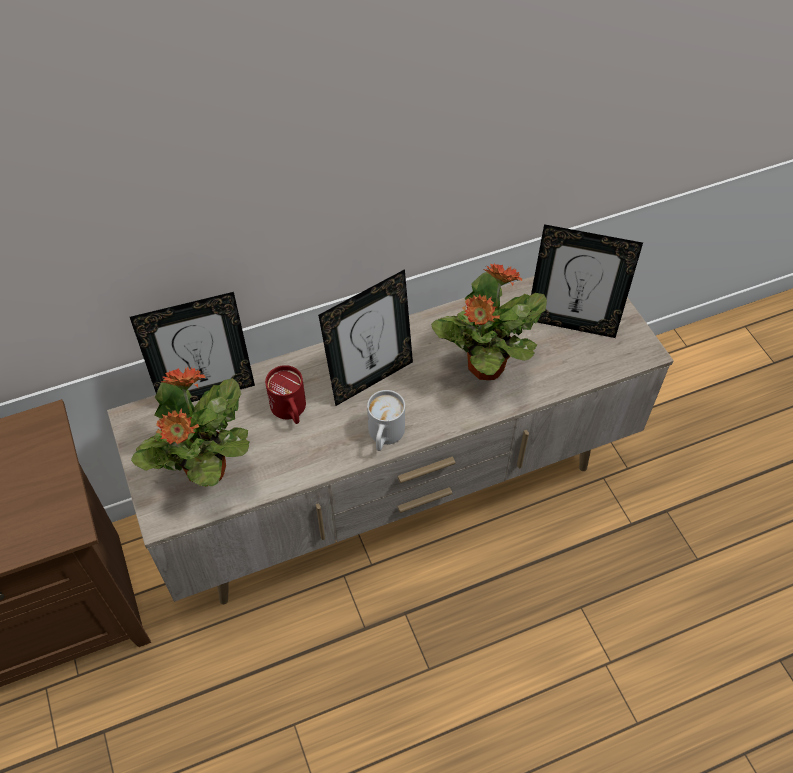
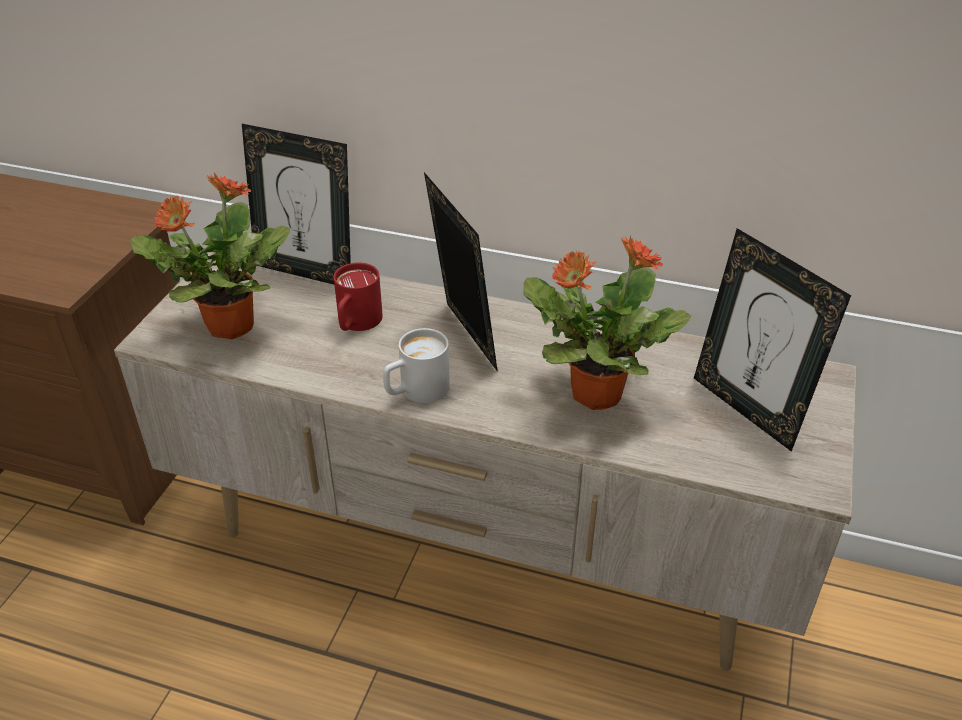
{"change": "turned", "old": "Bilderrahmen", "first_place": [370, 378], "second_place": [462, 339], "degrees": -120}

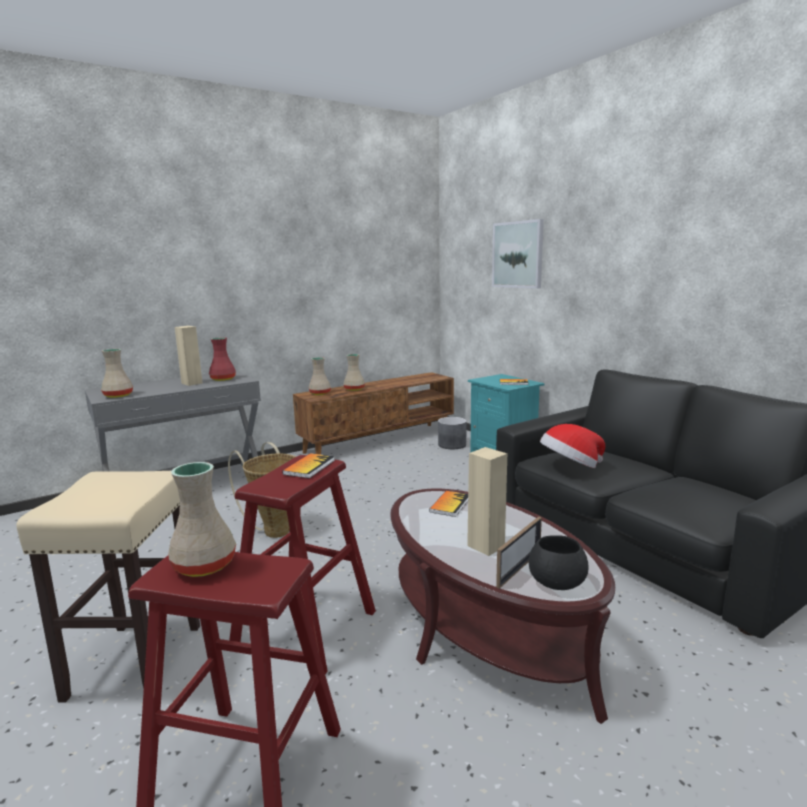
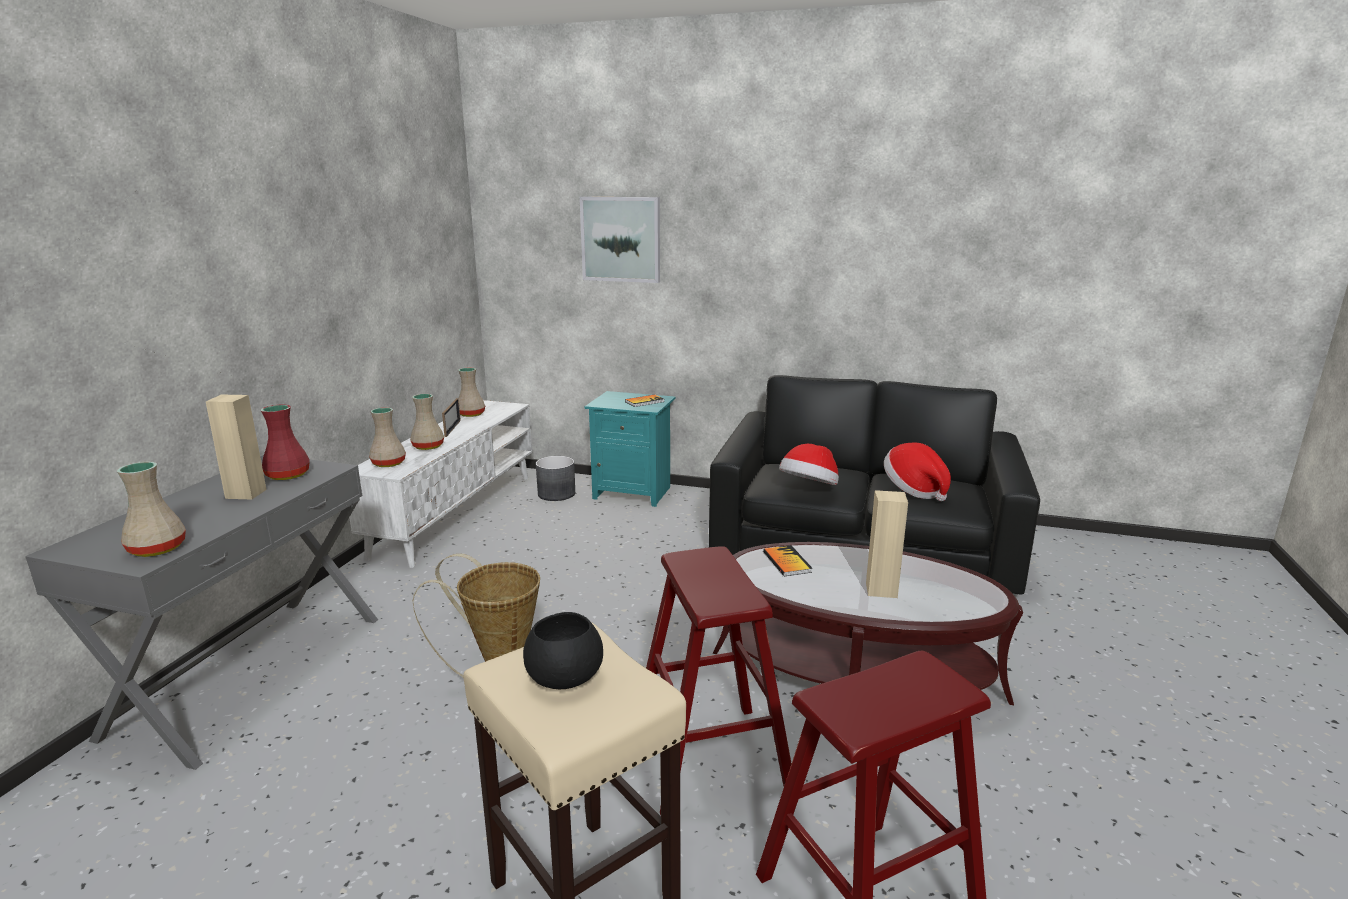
{"change": "recoloured", "old": "Fernsehschrank/braun", "new": "Fernsehschrank/weiß", "first_place": [379, 442], "second_place": [456, 513]}
{"change": "removed", "old": "Buch", "first_place": [309, 467]}
{"change": "moved", "old": "Vase/beige", "first_place": [205, 564], "second_place": [470, 414]}
{"change": "moved", "old": "Bilderrahmen", "first_place": [519, 568], "second_place": [452, 428]}
{"change": "moved", "old": "Schüssel/schwarz", "first_place": [555, 581], "second_place": [563, 677]}
{"change": "added", "new": "Hut", "second_place": [914, 490]}

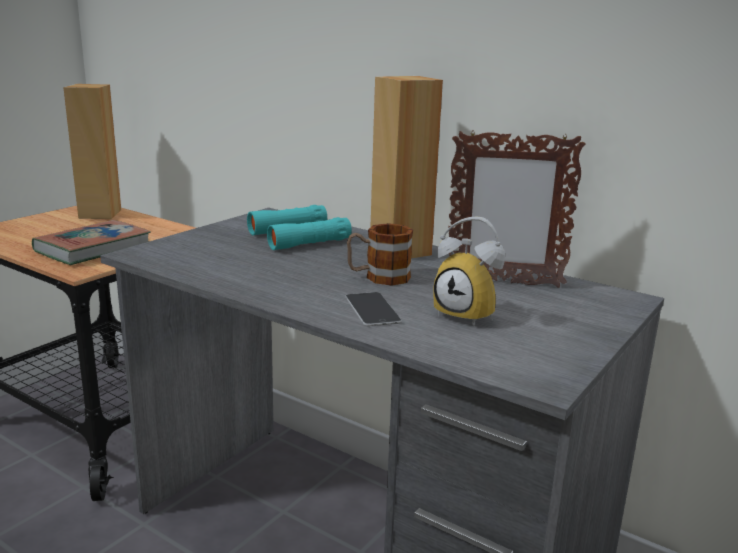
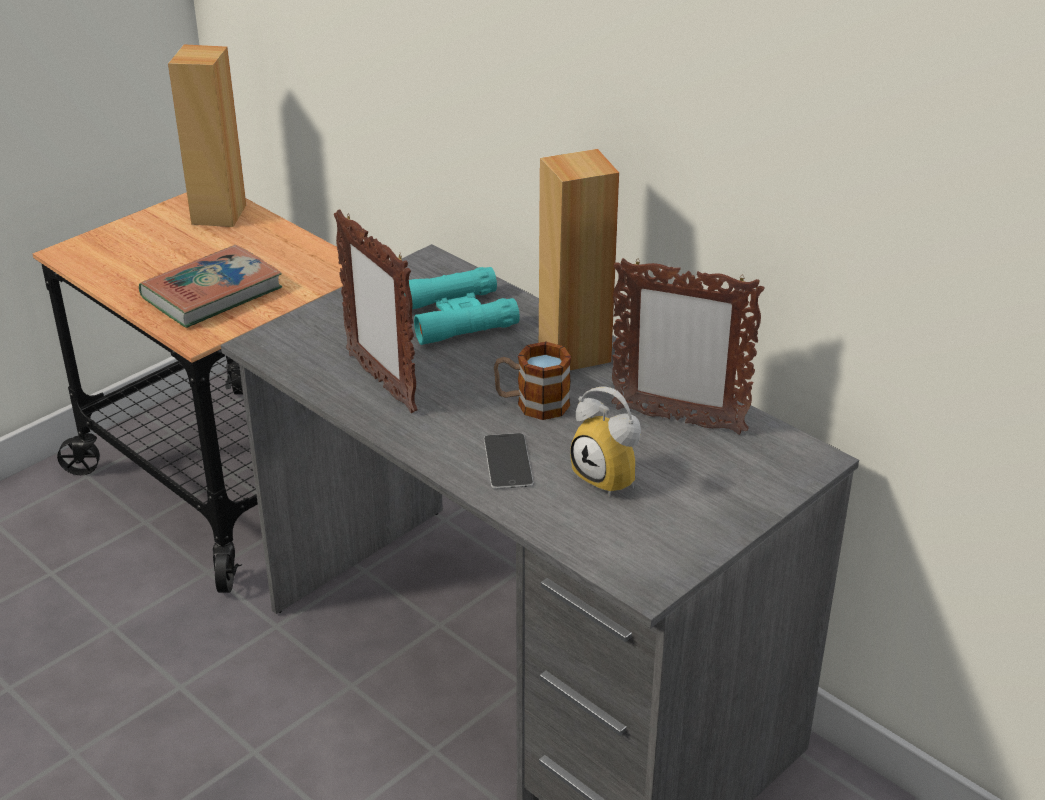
{"change": "added", "new": "Bilderrahmen", "second_place": [381, 382]}

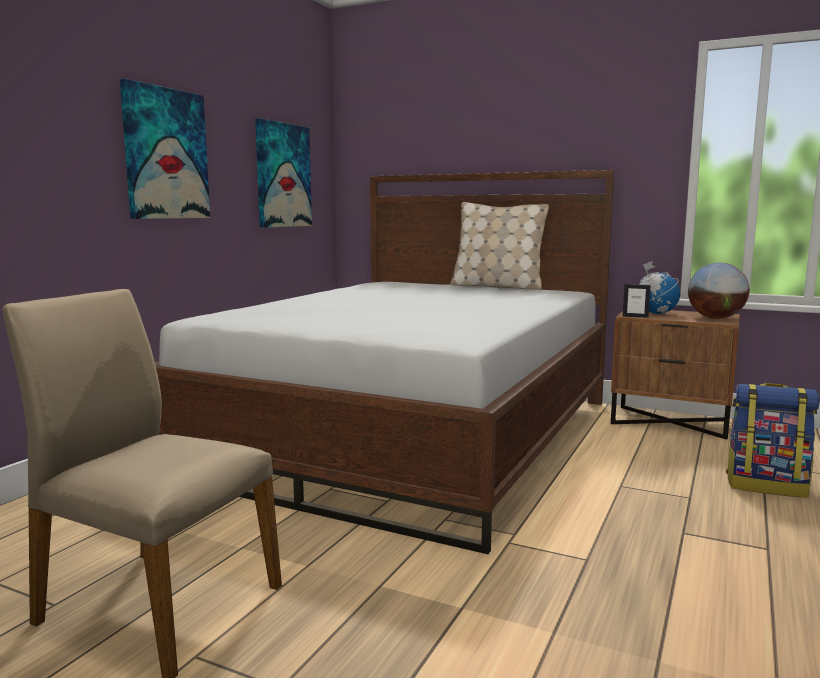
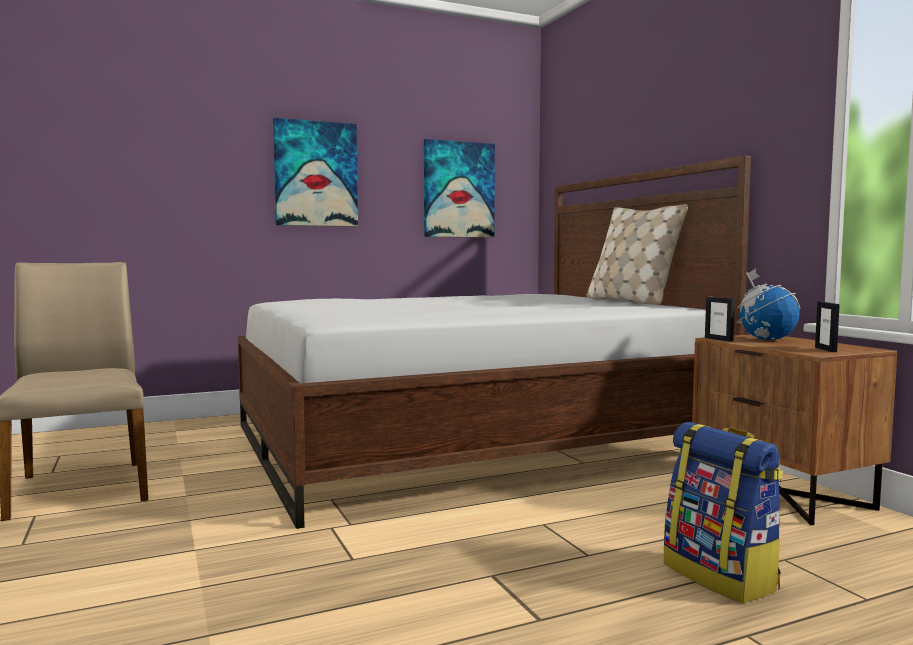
{"change": "replaced", "old": "Globus", "new": "Bilderrahmen", "first_place": [715, 318], "second_place": [826, 349]}

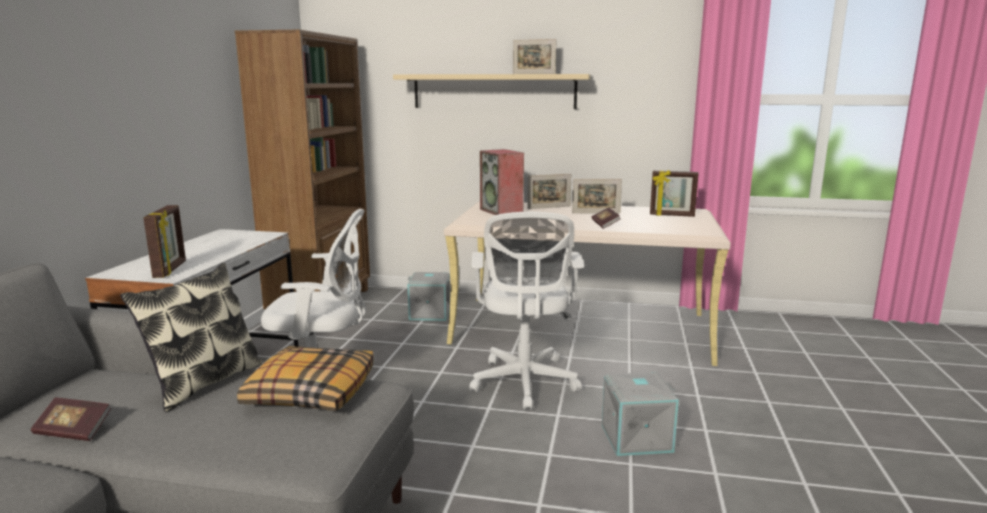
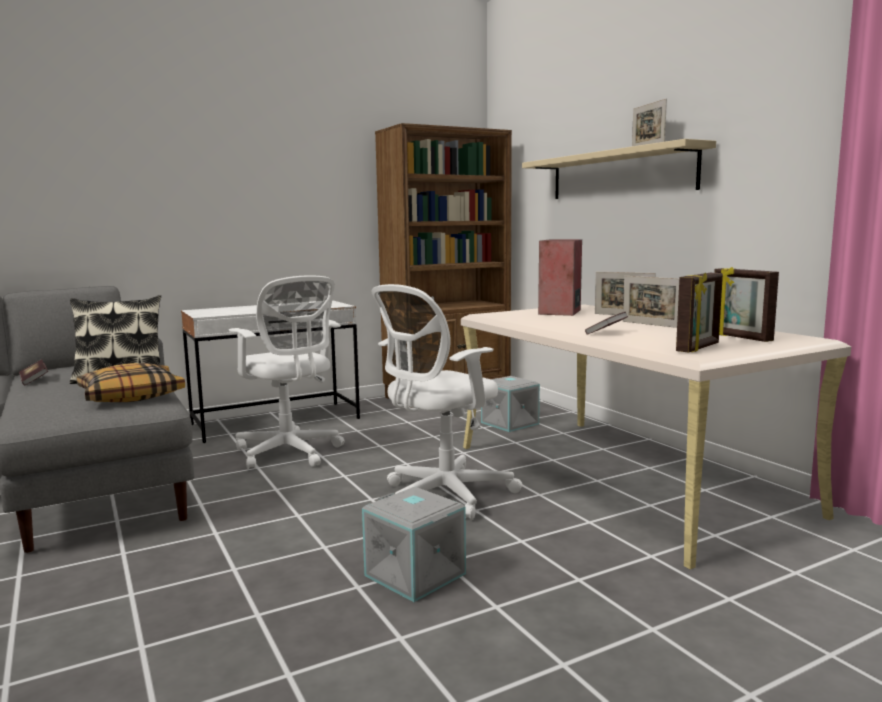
{"change": "moved", "old": "Bilderrahmen", "first_place": [171, 270], "second_place": [699, 348]}

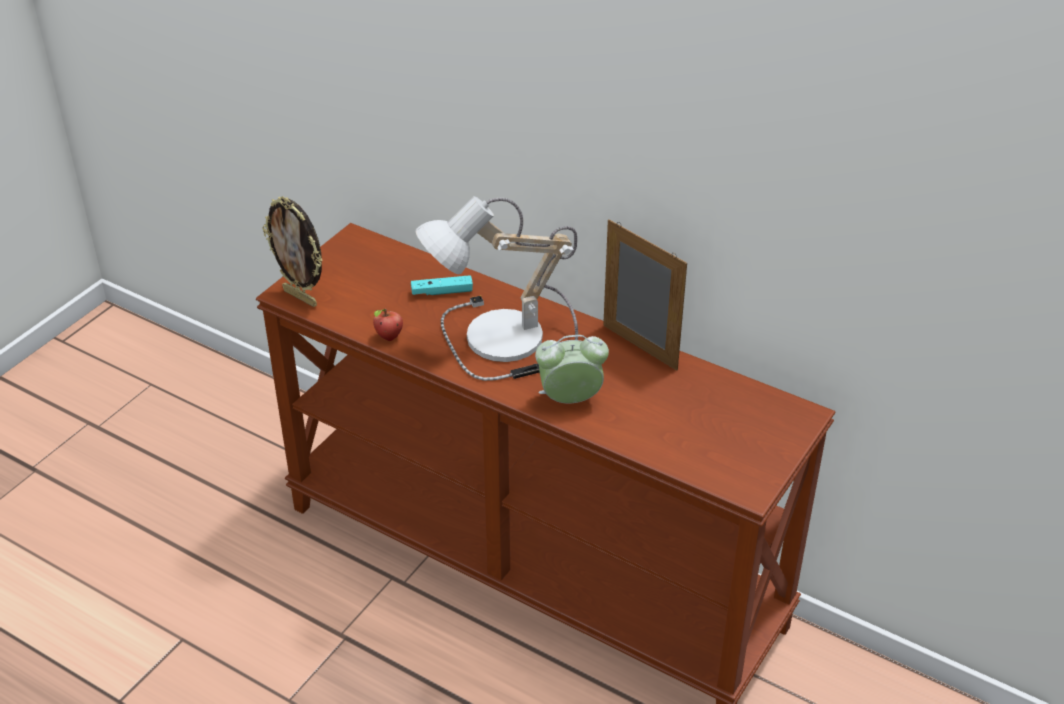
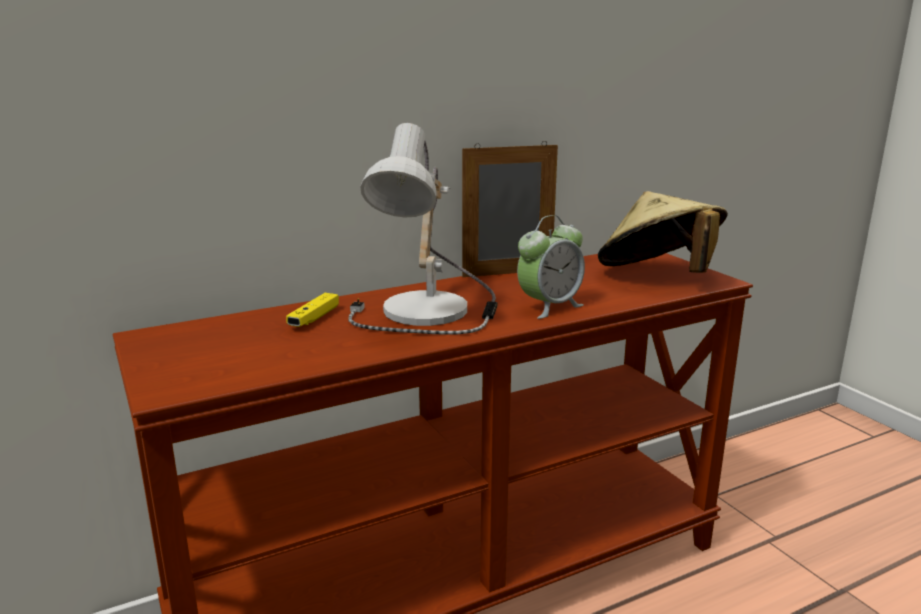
{"change": "removed", "old": "Bilderrahmen", "first_place": [301, 297]}
{"change": "recoloured", "old": "Gamepad/türkis", "new": "Gamepad/gelb", "first_place": [442, 292], "second_place": [314, 318]}
{"change": "removed", "old": "Apfel", "first_place": [389, 338]}
{"change": "turned", "old": "Wecker", "first_place": [570, 400], "second_place": [549, 307], "degrees": -150}
{"change": "added", "new": "Hut/beige", "second_place": [658, 277]}

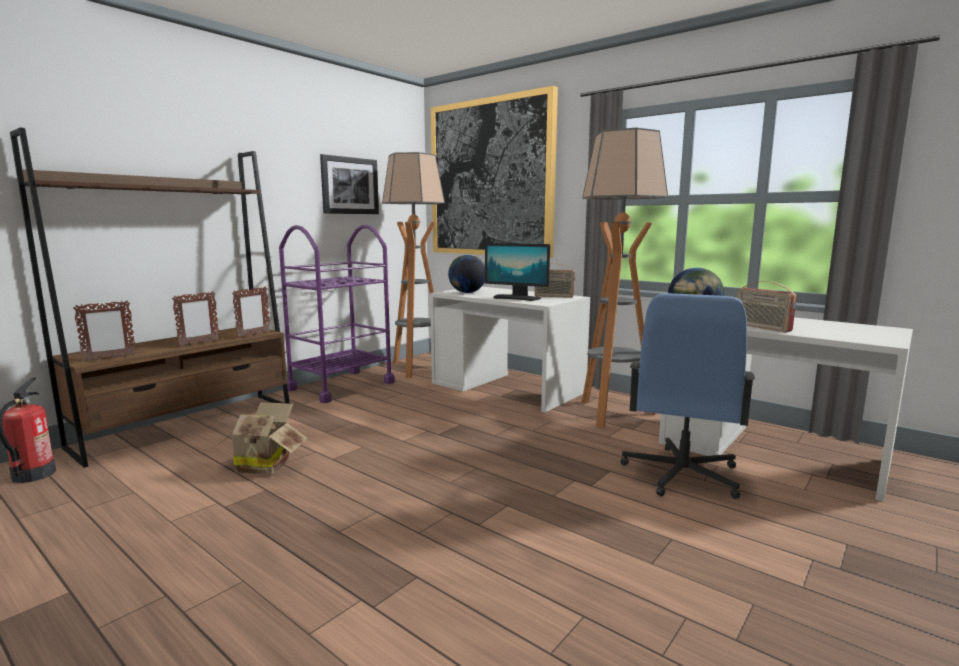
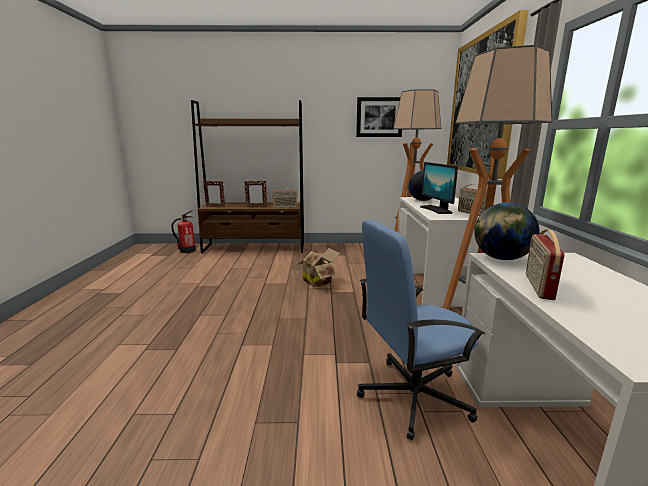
{"change": "removed", "old": "Rollwagen/lila", "first_place": [341, 386]}
{"change": "replaced", "old": "Bilderrahmen", "new": "Radio", "first_place": [253, 335], "second_place": [285, 207]}
{"change": "moved", "old": "Karton", "first_place": [264, 465], "second_place": [318, 281]}

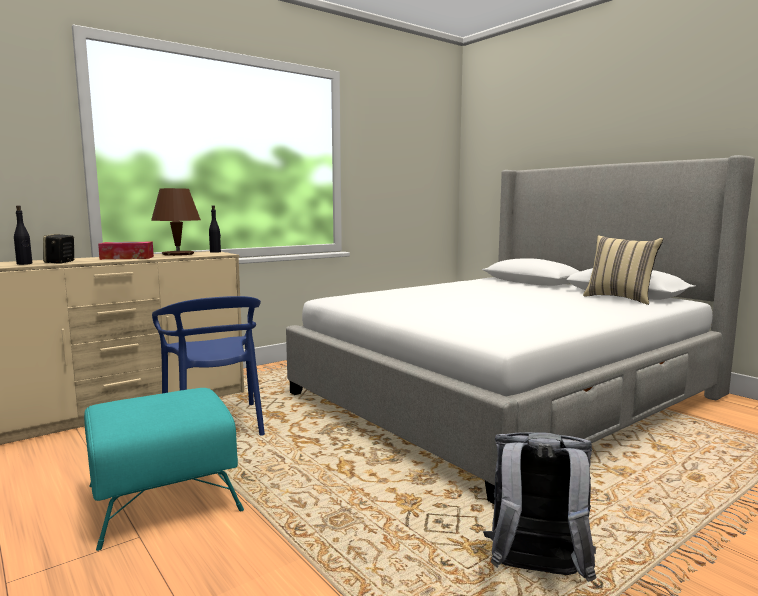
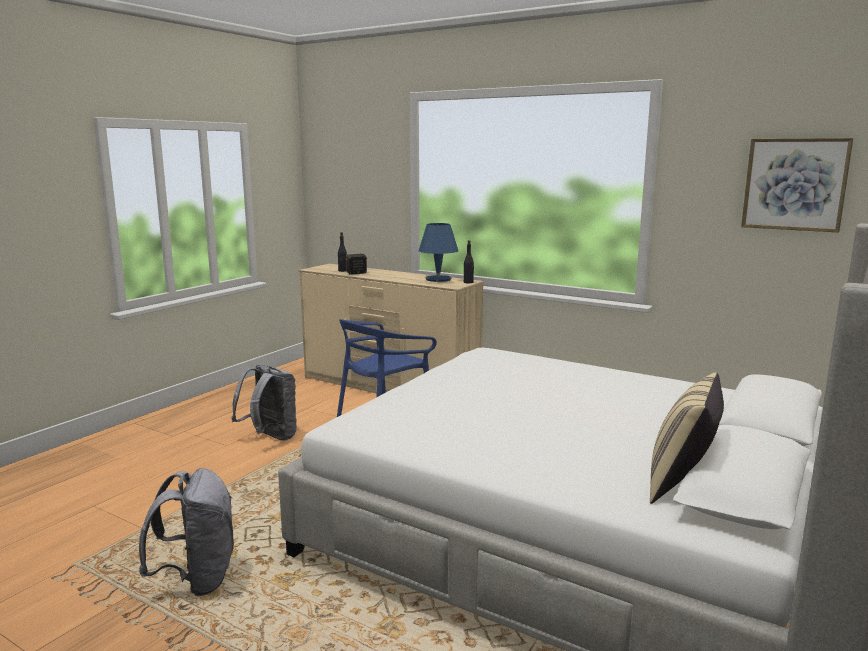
{"change": "recoloured", "old": "Tischlampe/braun", "new": "Tischlampe/blau", "first_place": [178, 254], "second_place": [438, 279]}
{"change": "removed", "old": "Taschentuchbox", "first_place": [127, 258]}
{"change": "replaced", "old": "Polsterhocker/türkis", "new": "Rucksack/grau", "first_place": [162, 497], "second_place": [270, 437]}
{"change": "added", "new": "Bild", "second_place": [794, 184]}

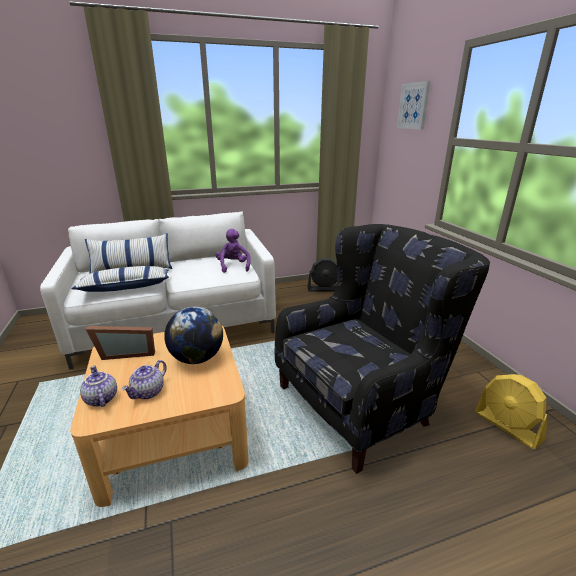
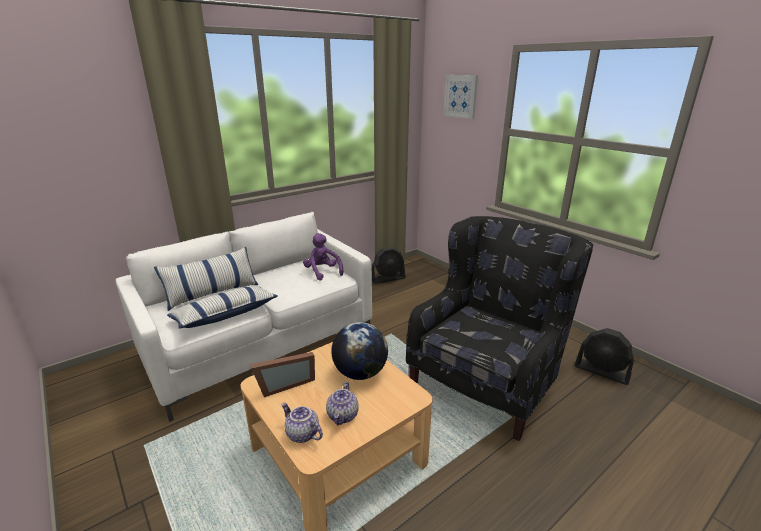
{"change": "recoloured", "old": "Ventilator/gelb", "new": "Ventilator/schwarz", "first_place": [507, 426], "second_place": [602, 371]}

